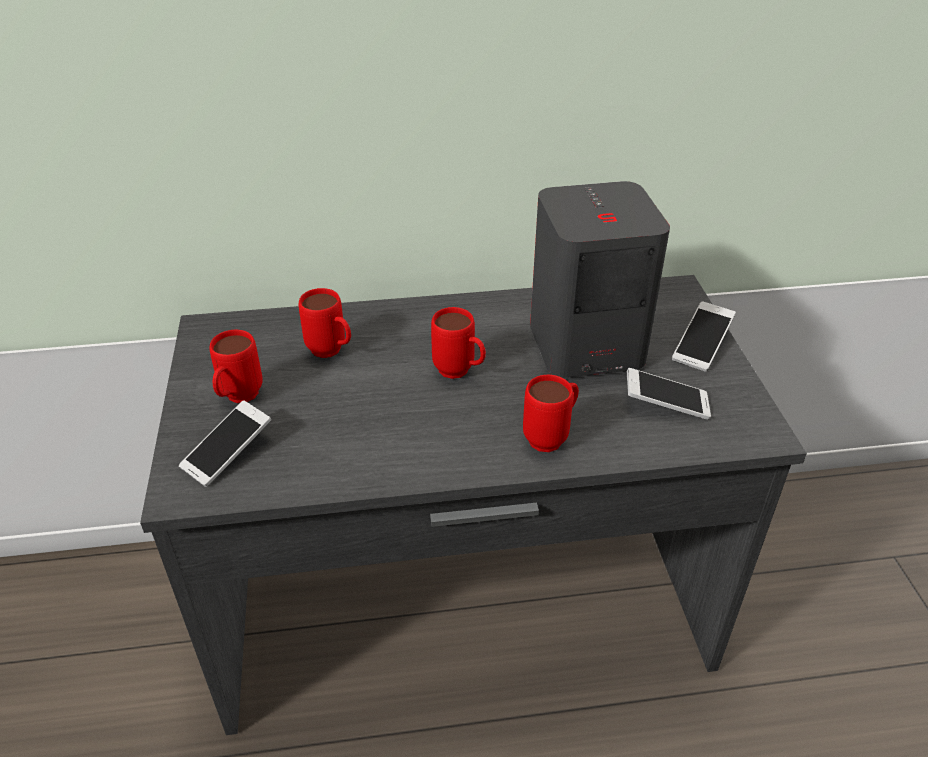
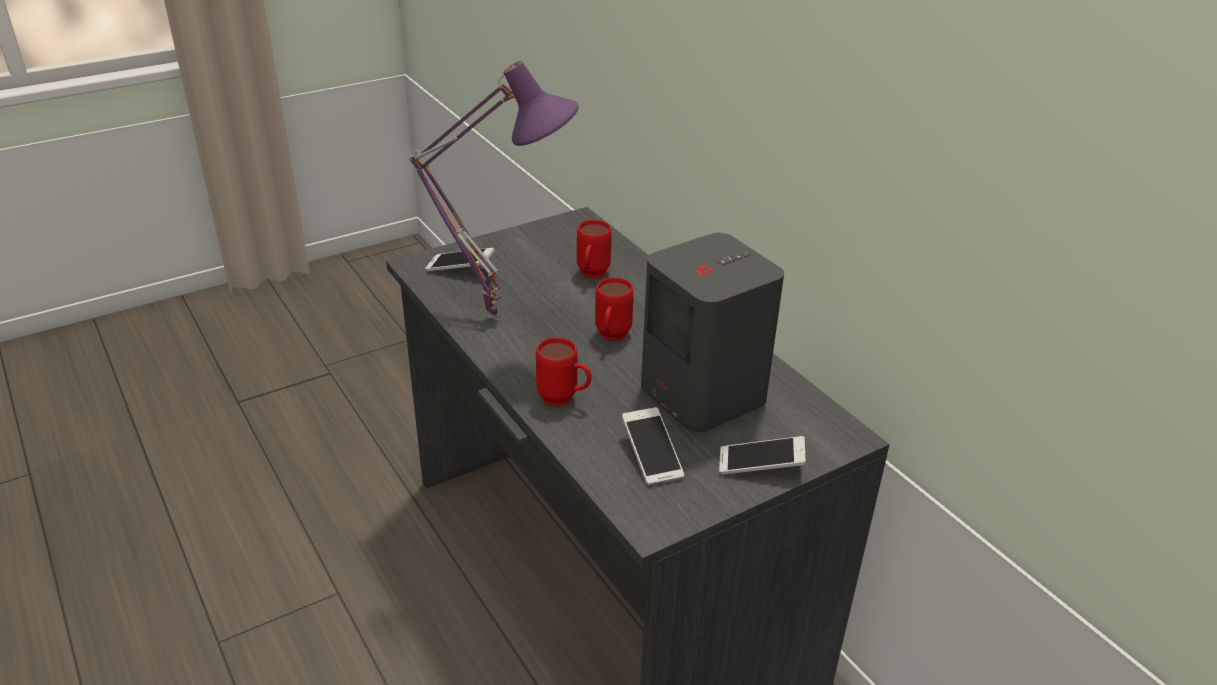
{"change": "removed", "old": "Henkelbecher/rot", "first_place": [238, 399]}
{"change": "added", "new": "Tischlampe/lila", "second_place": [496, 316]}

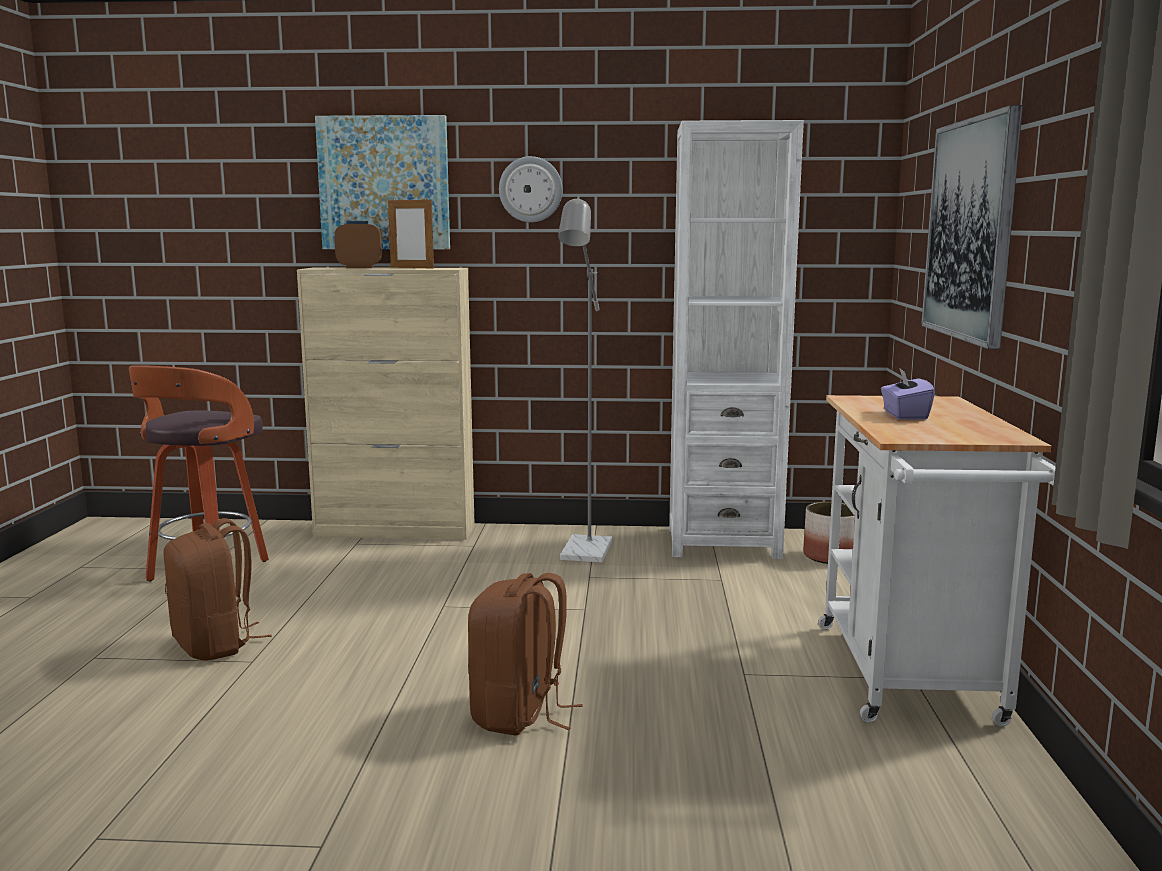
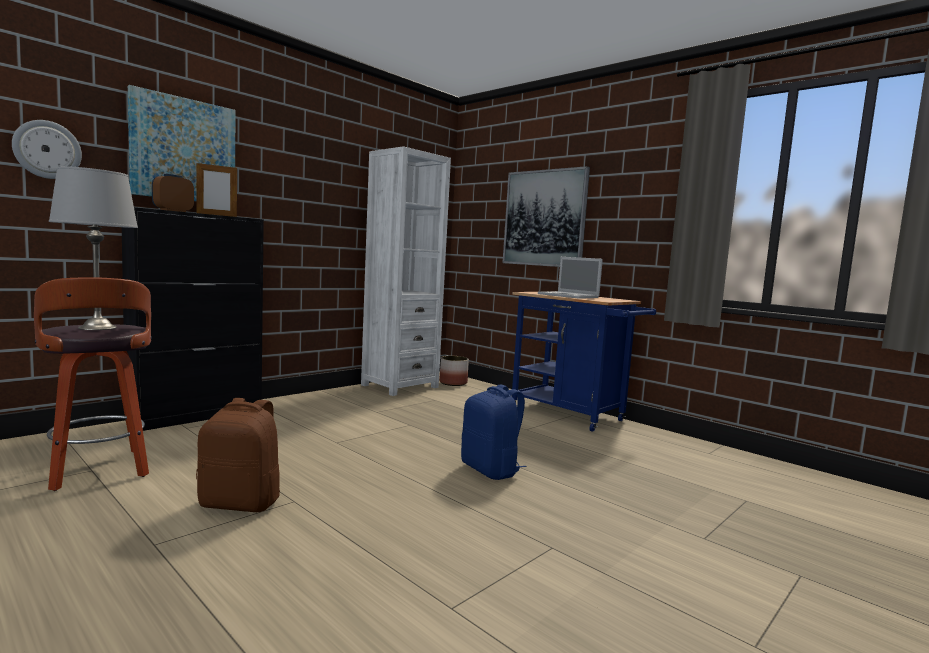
{"change": "moved", "old": "Wanduhr", "first_place": [530, 189], "second_place": [47, 150]}
{"change": "removed", "old": "Stehlampe/grau", "first_place": [584, 555]}
{"change": "recoloured", "old": "Schrank/beige", "new": "Schrank/schwarz", "first_place": [396, 531], "second_place": [198, 415]}
{"change": "replaced", "old": "Taschentuchbox/lila", "new": "Laptop", "first_place": [904, 415], "second_place": [569, 296]}
{"change": "recoloured", "old": "Rollwagen/weiß", "new": "Rollwagen/blau", "first_place": [911, 679], "second_place": [572, 415]}
{"change": "recoloured", "old": "Rucksack/braun", "new": "Rucksack/blau", "first_place": [519, 714], "second_place": [491, 470]}
{"change": "added", "new": "Tischlampe/grau", "second_place": [97, 327]}

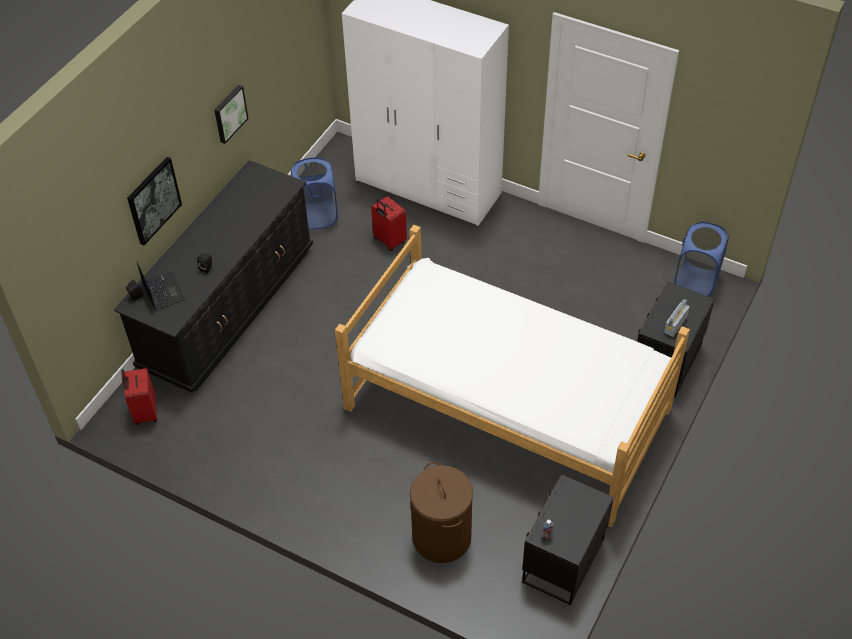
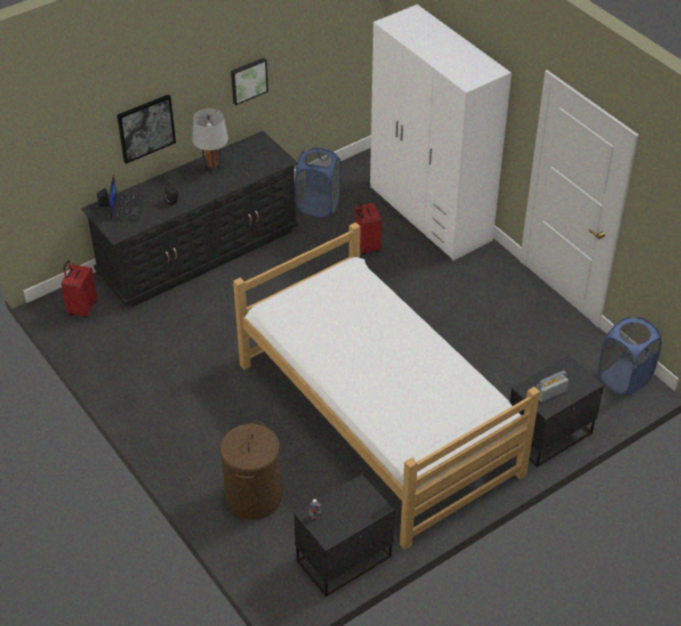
{"change": "added", "new": "Tischlampe/grau", "second_place": [212, 167]}

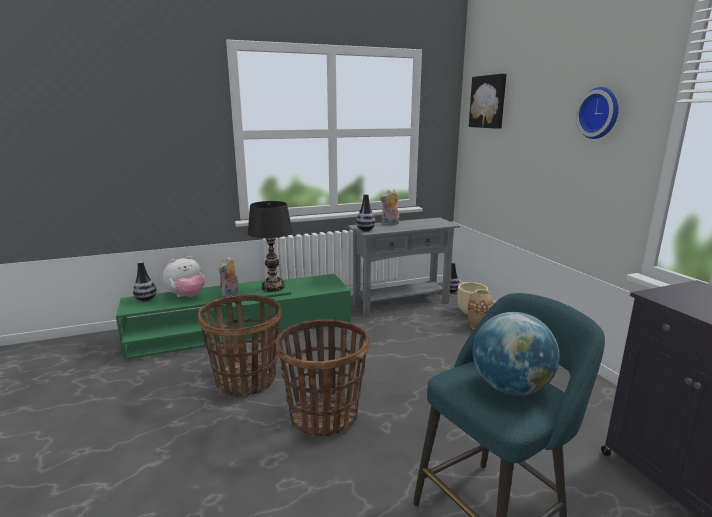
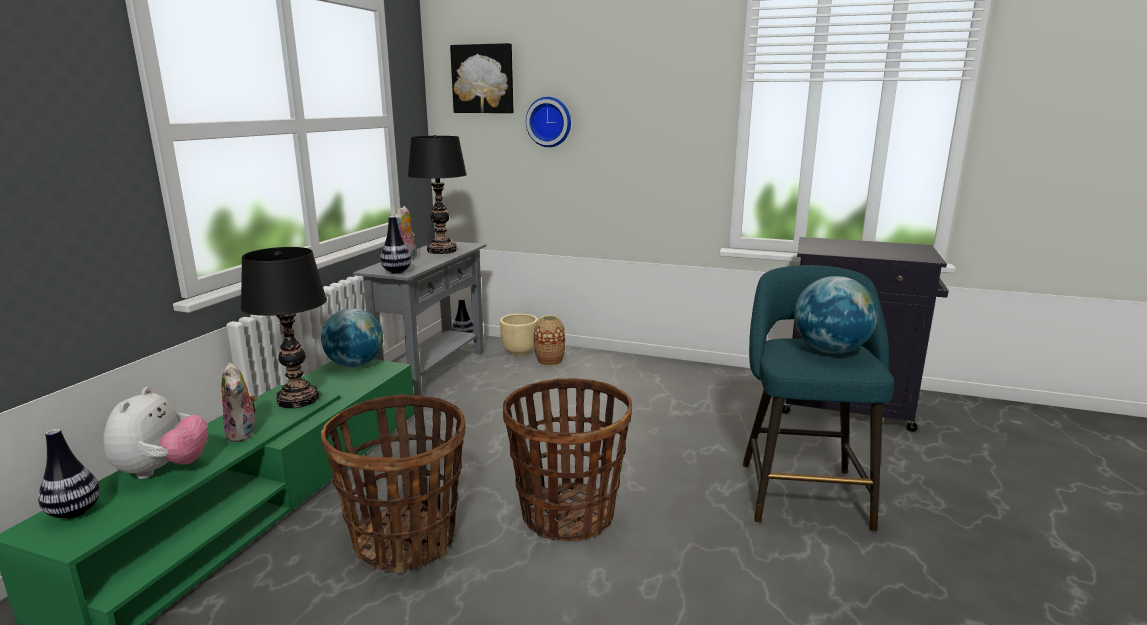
{"change": "moved", "old": "Wanduhr", "first_place": [600, 113], "second_place": [549, 122]}
{"change": "added", "new": "Tischlampe/schwarz", "second_place": [442, 250]}
{"change": "added", "new": "Globus", "second_place": [355, 365]}

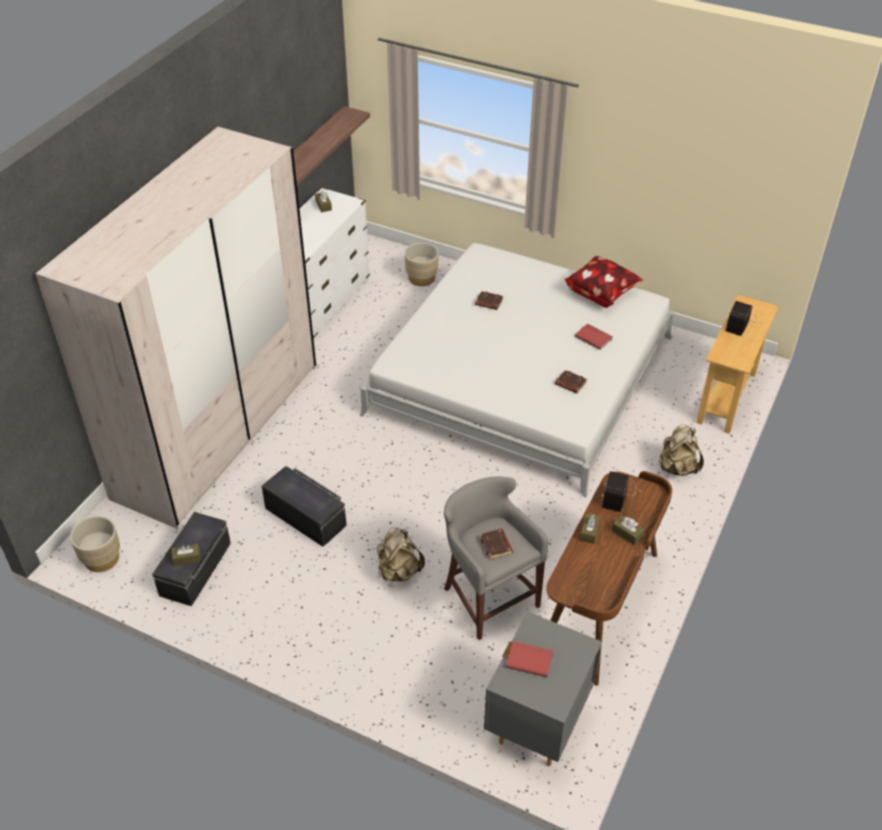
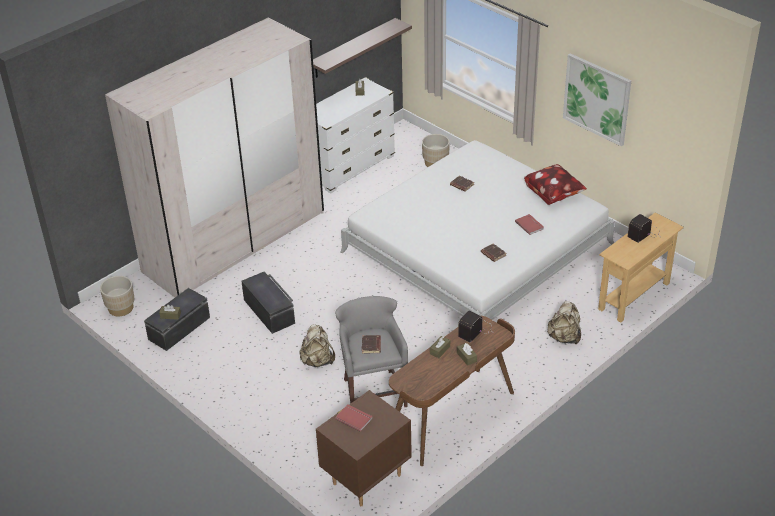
{"change": "recoloured", "old": "Nachttisch/grau", "new": "Nachttisch/braun", "first_place": [537, 724], "second_place": [366, 479]}
{"change": "added", "new": "Bild", "second_place": [597, 99]}

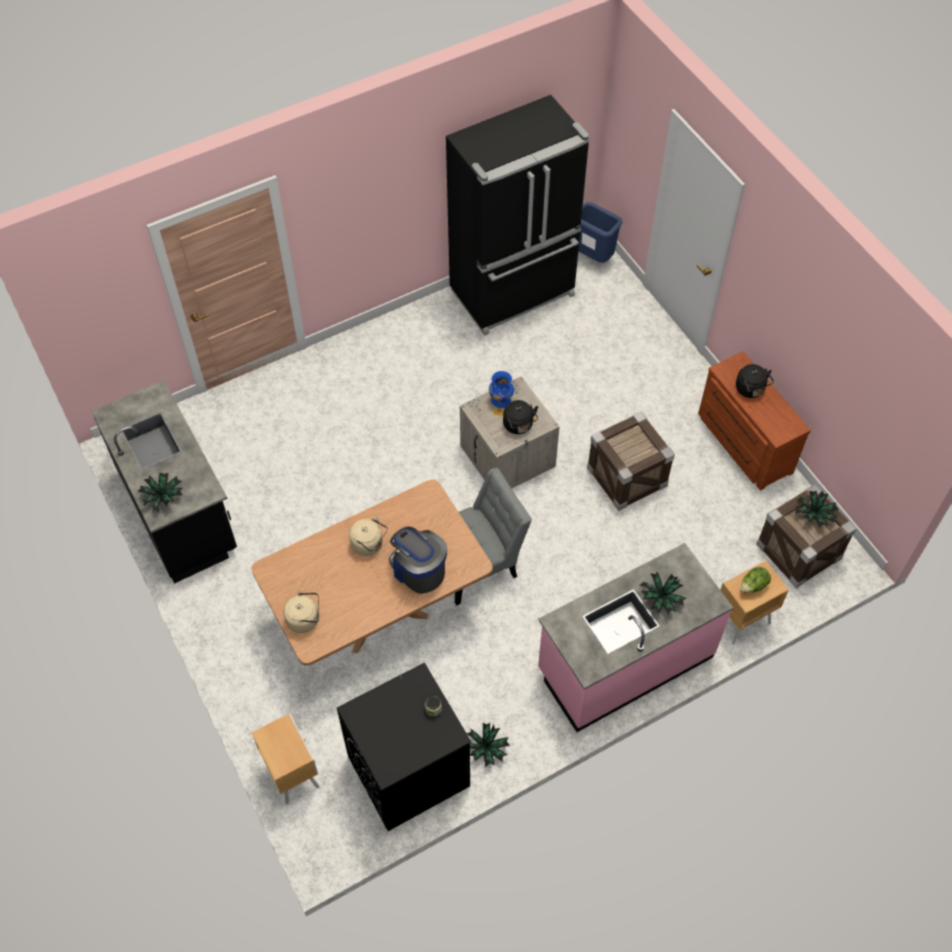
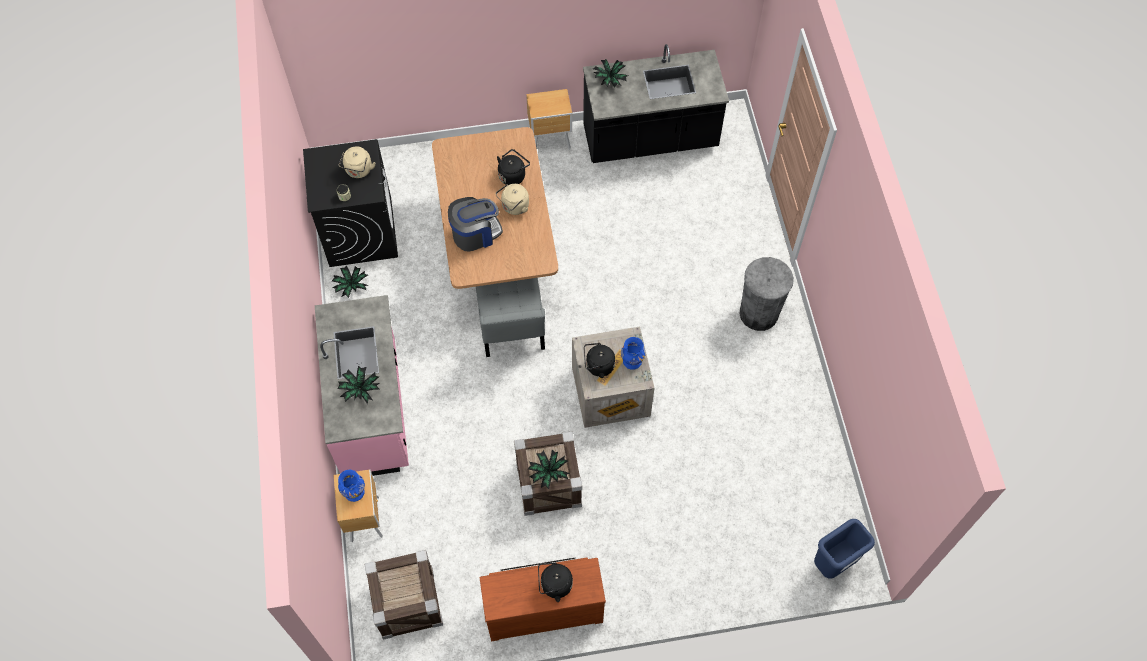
{"change": "removed", "old": "Kühlschrank/schwarz", "first_place": [514, 294]}
{"change": "moved", "old": "Topfpflanze", "first_place": [814, 515], "second_place": [548, 473]}
{"change": "replaced", "old": "Salatkopf", "new": "Vase/blau", "first_place": [753, 586], "second_place": [354, 492]}
{"change": "moved", "old": "Wasserkessel/beige", "first_place": [305, 619], "second_place": [358, 171]}
{"change": "moved", "old": "Nachttisch/braun", "first_place": [292, 773], "second_place": [551, 141]}
{"change": "added", "new": "Wasserkessel/schwarz", "second_place": [513, 175]}
{"change": "added", "new": "Mülleimer/grau", "second_place": [759, 313]}

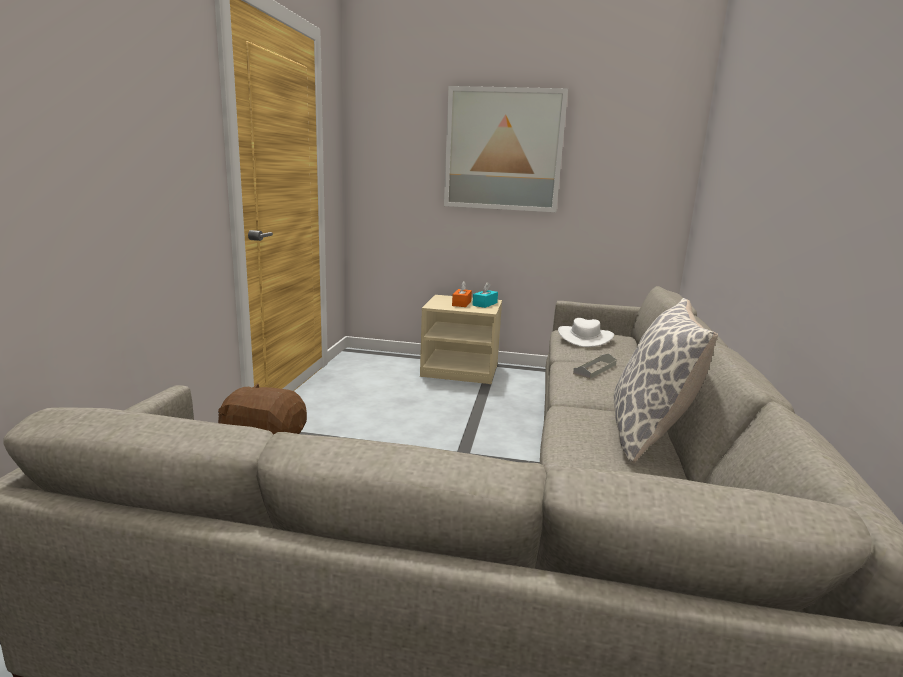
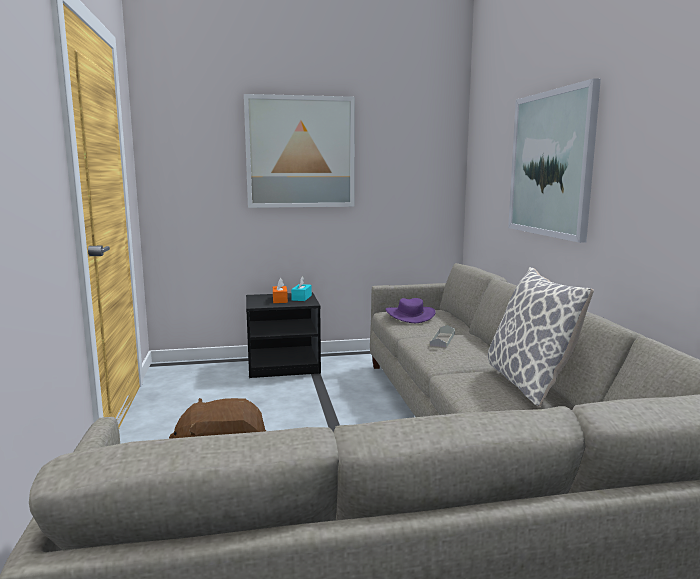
{"change": "recoloured", "old": "Nachttisch/beige", "new": "Nachttisch/schwarz", "first_place": [461, 370], "second_place": [284, 366]}
{"change": "recoloured", "old": "Hut/weiß", "new": "Hut/lila", "first_place": [585, 338], "second_place": [410, 315]}
{"change": "added", "new": "Bild", "second_place": [550, 164]}

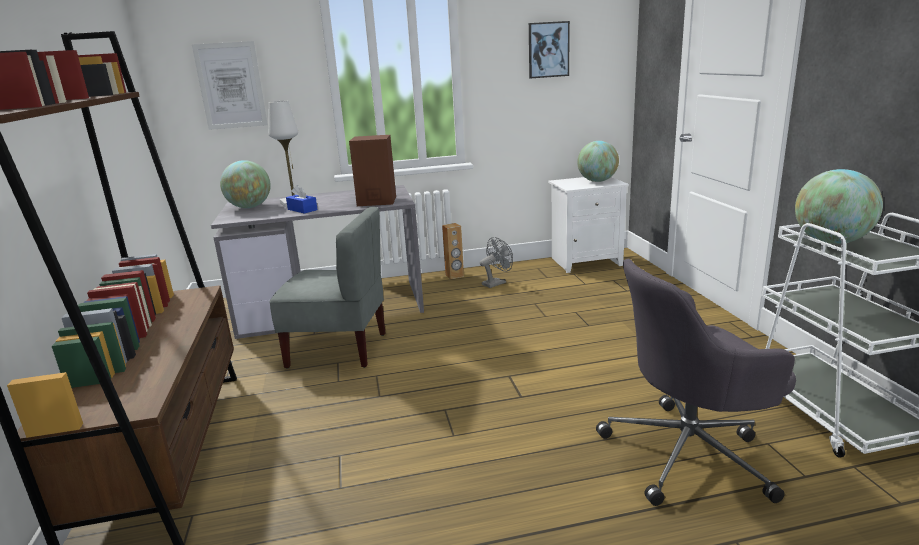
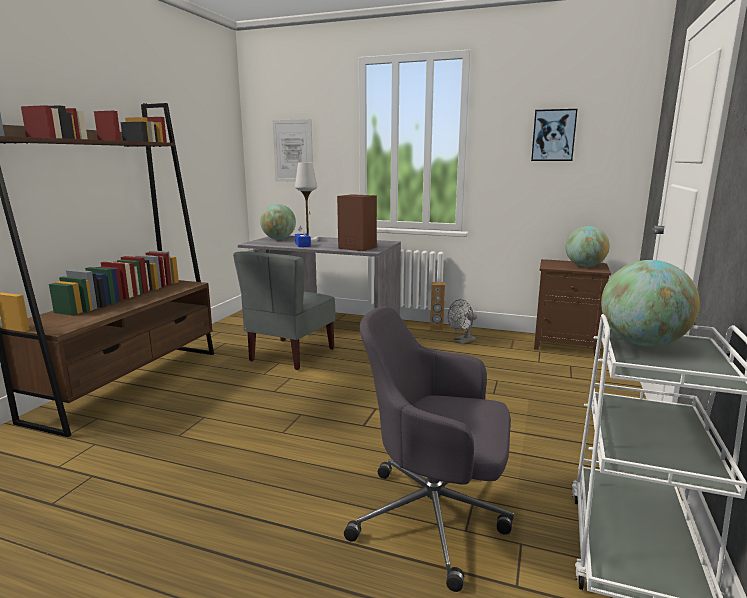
{"change": "recoloured", "old": "Nachttisch/weiß", "new": "Nachttisch/braun", "first_place": [586, 261], "second_place": [566, 344]}
{"change": "turned", "old": "Stuhl/grau", "first_place": [338, 349], "second_place": [291, 355], "degrees": 75}
{"change": "turned", "old": "Ventilator/grau", "first_place": [496, 283], "second_place": [462, 341], "degrees": 150}

